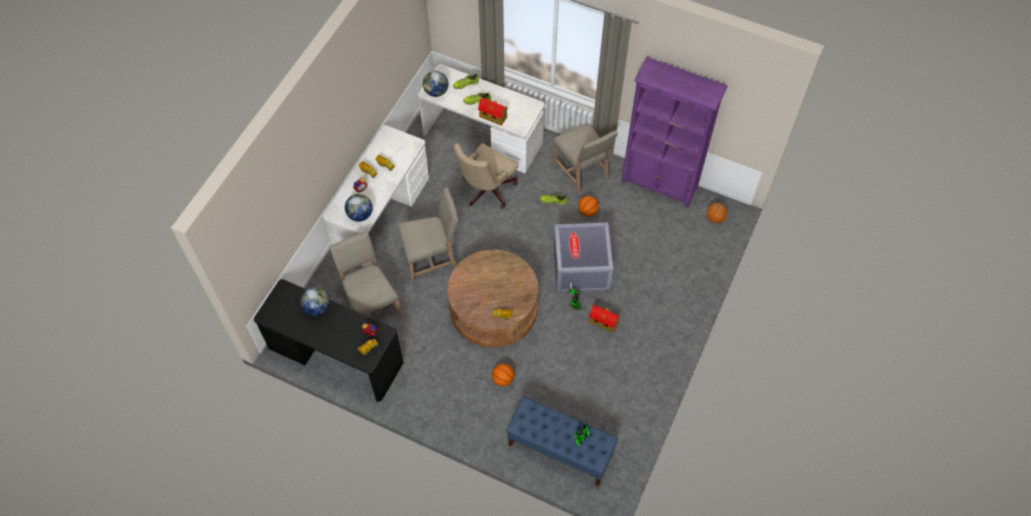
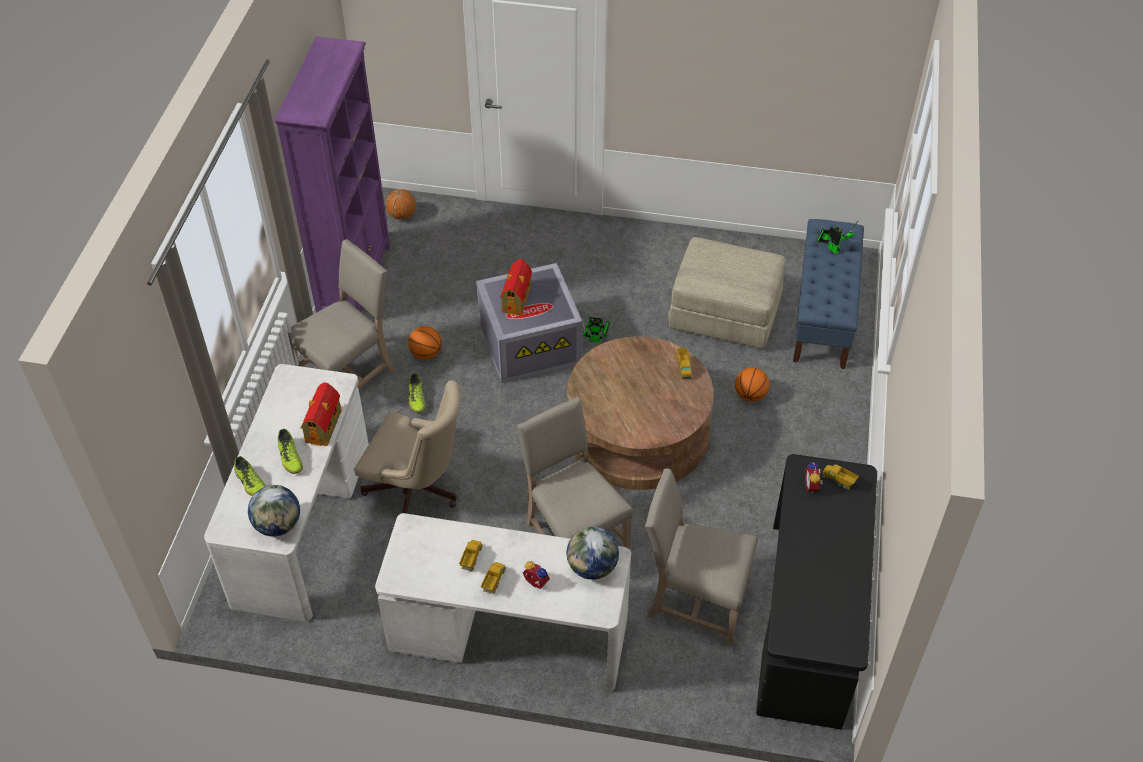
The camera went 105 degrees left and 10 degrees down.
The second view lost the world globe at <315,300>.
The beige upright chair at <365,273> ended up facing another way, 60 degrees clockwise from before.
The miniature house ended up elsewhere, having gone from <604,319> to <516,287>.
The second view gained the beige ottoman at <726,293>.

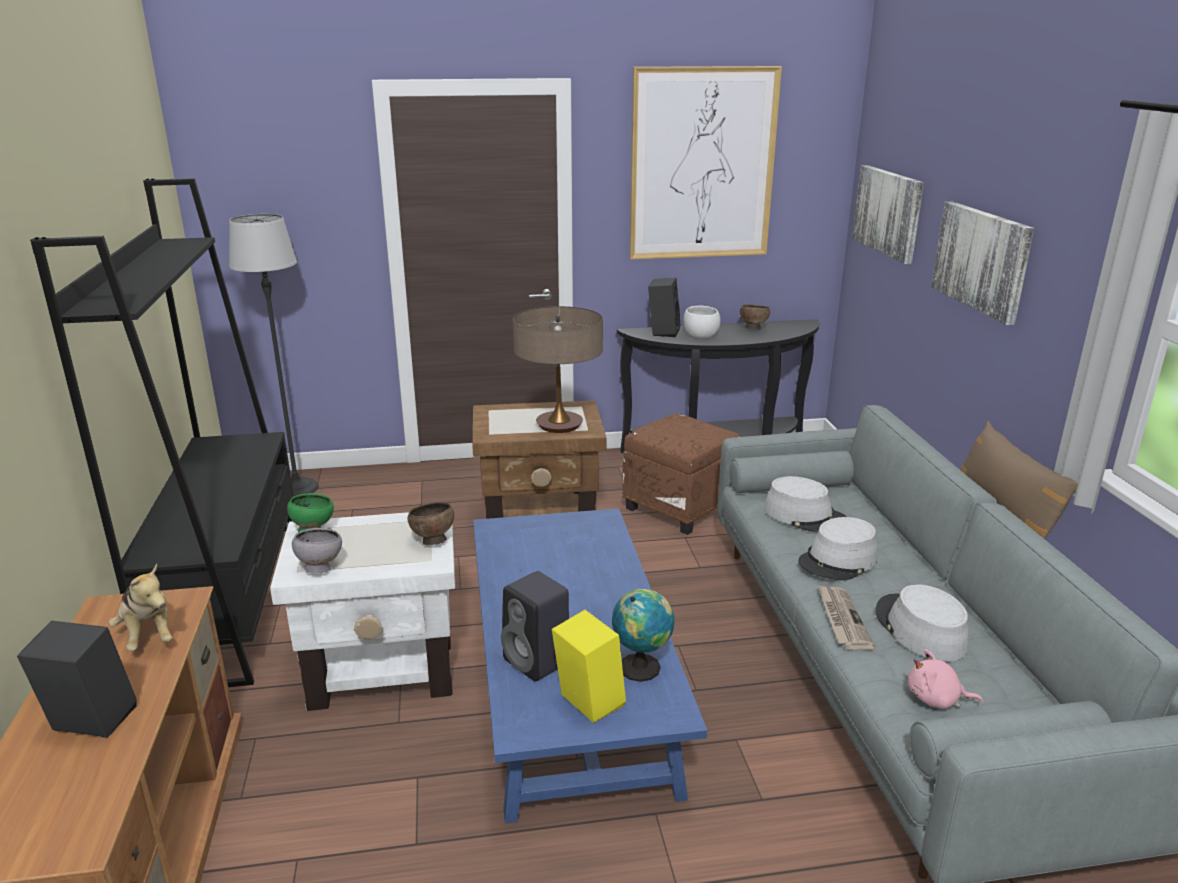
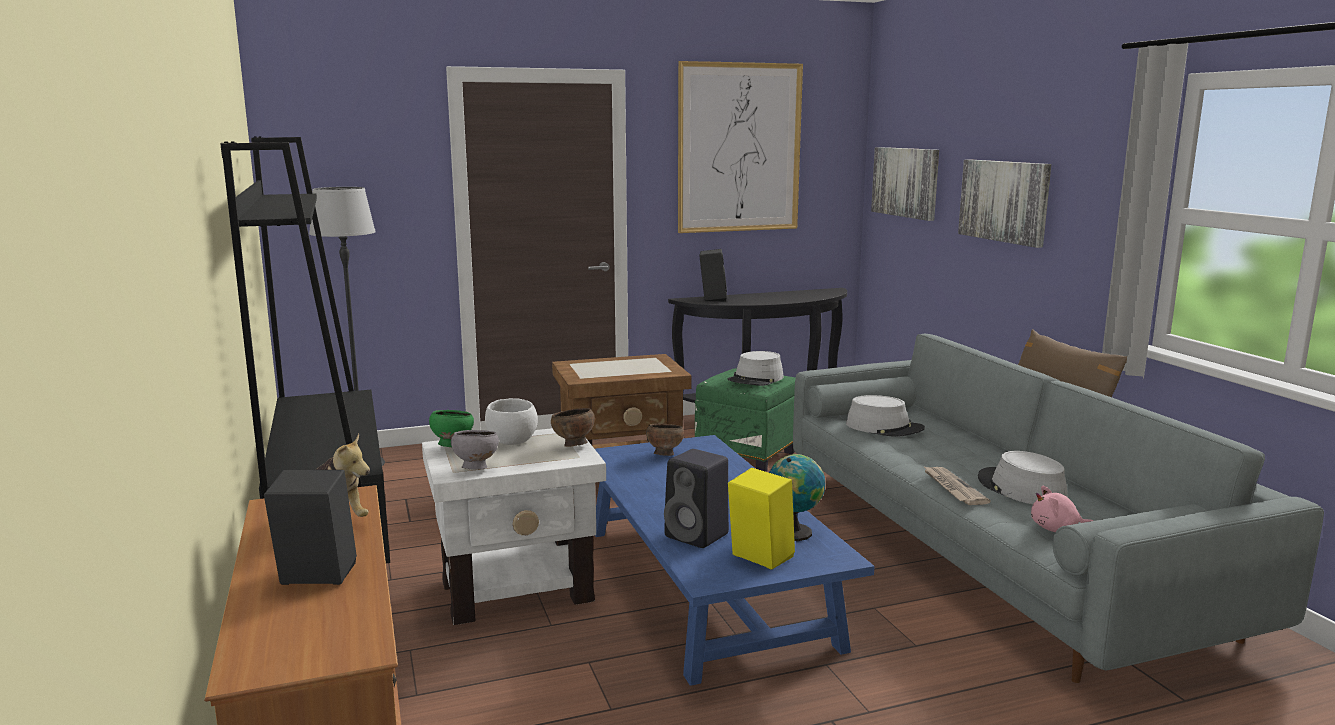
The camera went 10 degrees left and 10 degrees down.
The second view lost the tabletop lamp at <558,369>.
What was the brown ottoman at <681,474> turned into the green-coloured ottoman at <745,420>.
The whitish bowl ended up elsewhere, having gone from <702,321> to <511,421>.
The brown bowl ended up elsewhere, having gone from <755,317> to <665,439>.
The gray clothing hat ended up elsewhere, having gone from <838,548> to <755,368>.

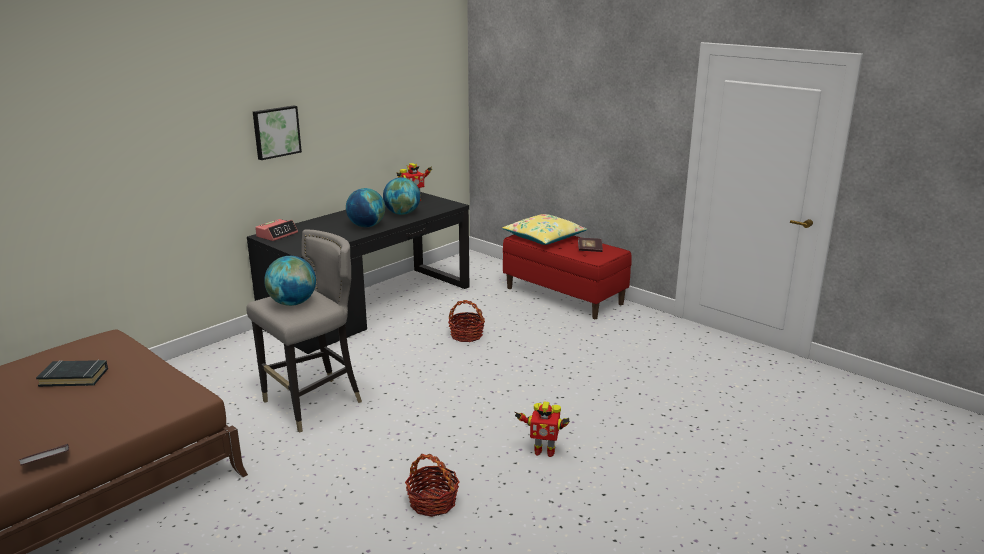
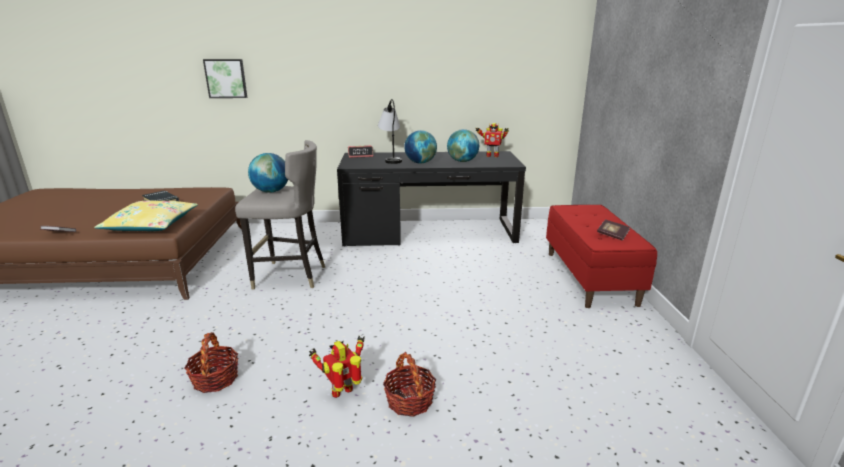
The camera went 45 degrees right and 0 degrees up.
The wall art ended up elsewhere, having gone from <277,133> to <225,78>.
The basket ended up elsewhere, having gone from <466,321> to <409,384>.
The yellowish cushion ended up elsewhere, having gone from <544,229> to <146,216>.
The model robot at <542,429> ended up facing another way, 90 degrees clockwise from before.
The second view gained the tabletop lamp at <390,131>.

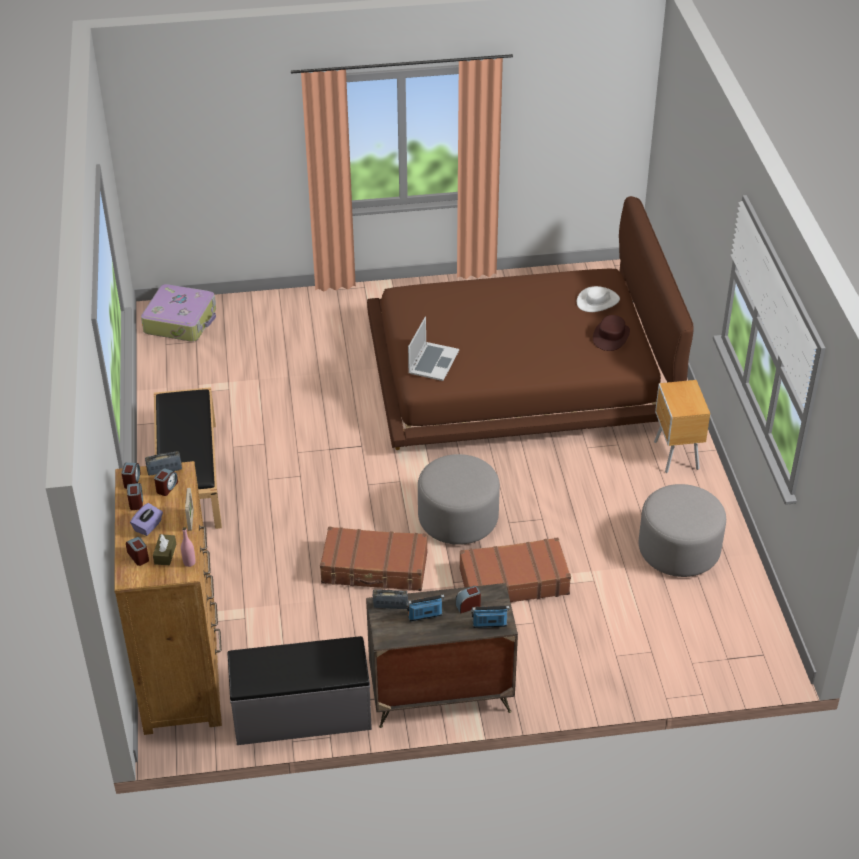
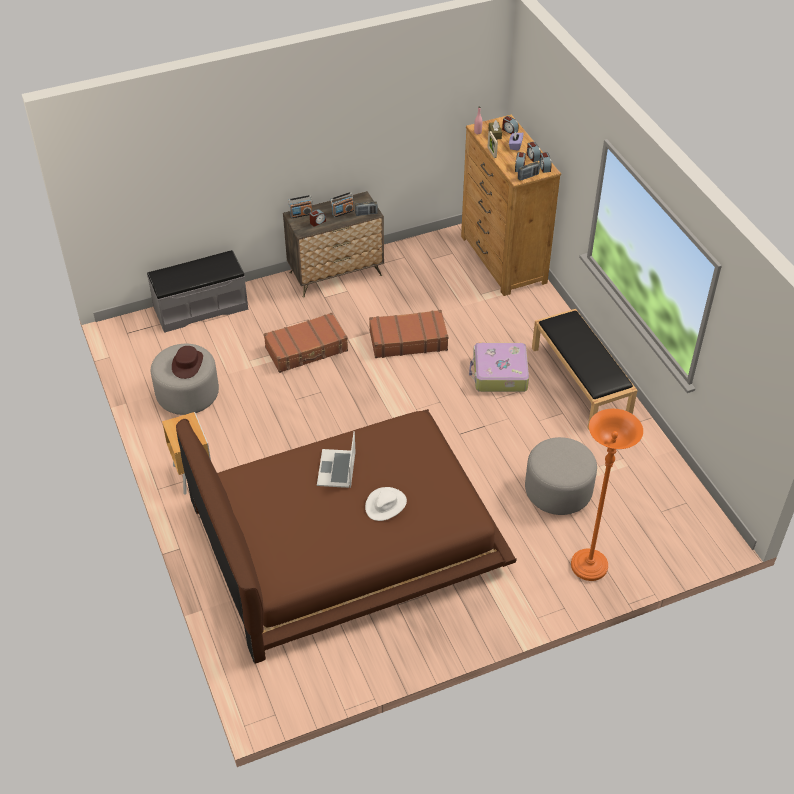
The camera went 165 degrees right and 5 degrees up.
The piece of luggage ended up elsewhere, having gone from <178,313> to <499,367>.
The gray indoor bench ended up elsewhere, having gone from <299,690> to <197,291>.
The portable computer ended up elsewhere, having gone from <433,348> to <336,459>.
The gray ottoman ended up elsewhere, having gone from <459,499> to <561,476>.
The whitish clothing hat ended up elsewhere, having gone from <598,299> to <386,504>.
The brown clothing hat ended up elsewhere, having gone from <611,333> to <187,362>.
The second view gained the orangey standard lamp at <607,495>.

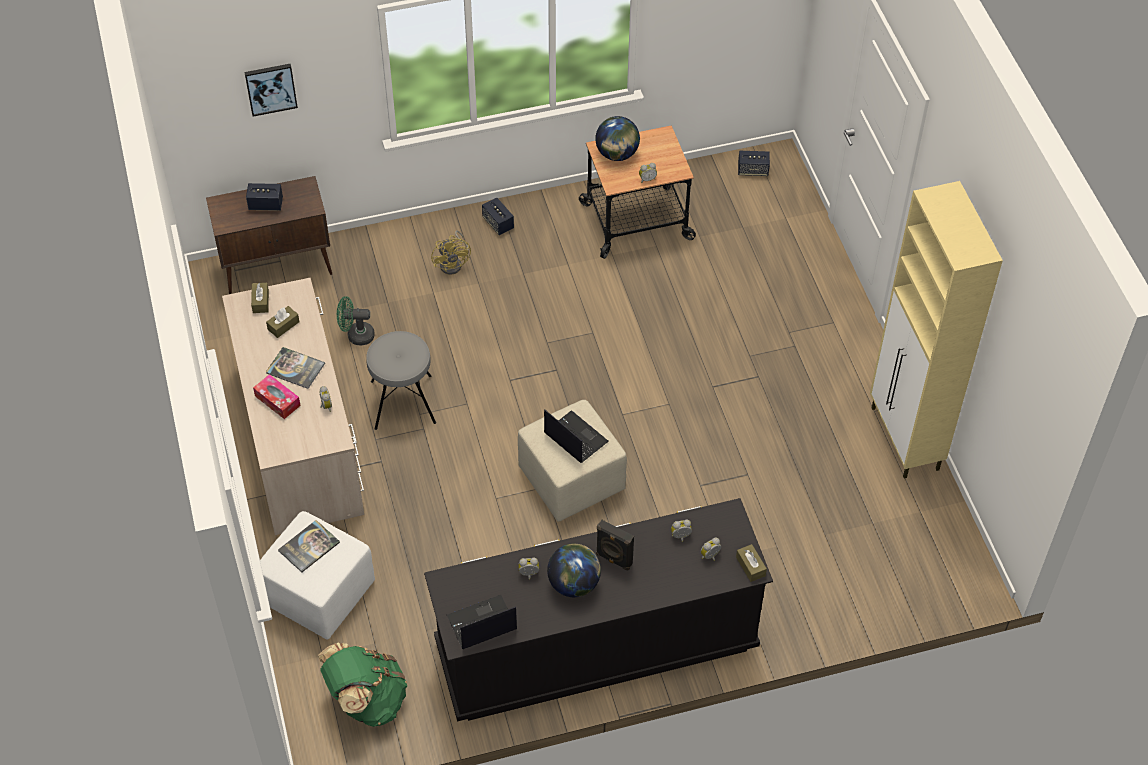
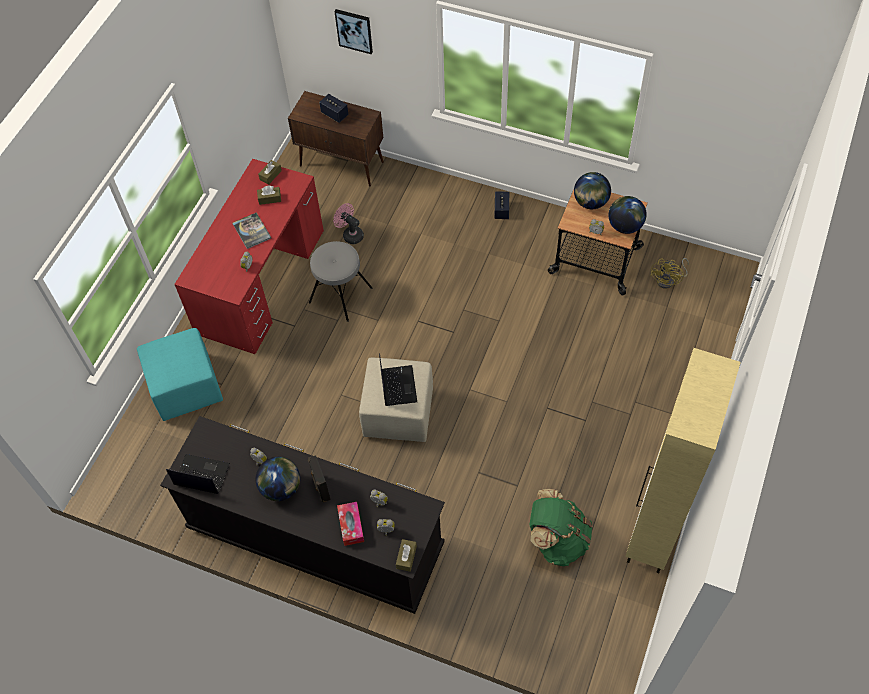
The camera went 40 degrees right and 5 degrees up.
What was the beige desk at <293,406> turned into the reddish desk at <249,256>.
The tissue holder ended up elsewhere, having gone from <277,396> to <350,524>.
What was the whitish ottoman at <317,575> turned into the turquoise-coloured ottoman at <180,374>.
The second view lost the book at <309,546>.
The green-coloured knapsack ended up elsewhere, having gone from <362,684> to <561,527>.
What was the green-coloured fan at <356,320> turned into the pinkish fan at <348,223>.
The yellowish fan ended up elsewhere, having gone from <451,253> to <669,273>.
The second view lost the audio speaker at <754,163>.
The second view gained the world globe at <627,215>.

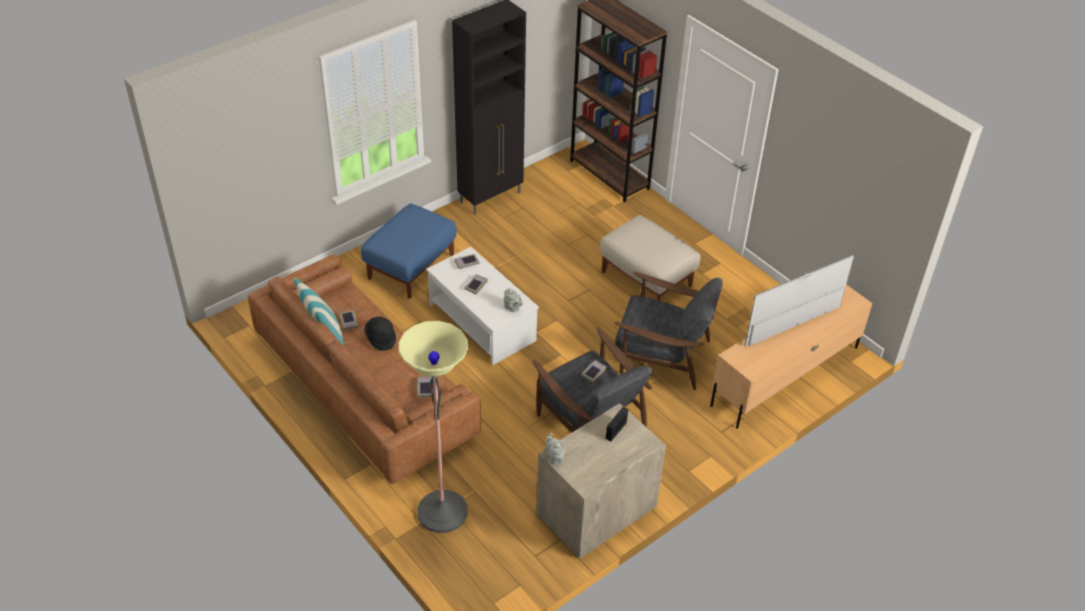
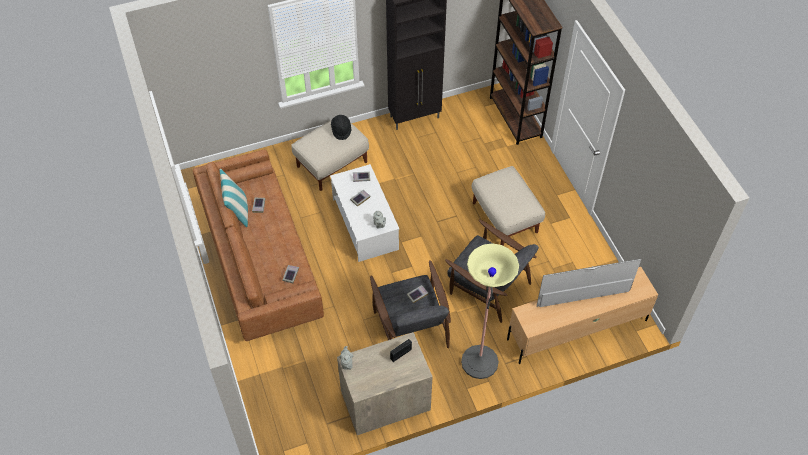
The camera went 20 degrees right and 10 degrees up.
What was the blue ottoman at <409,251> turned into the beige ottoman at <330,156>.
The black clothing hat ended up elsewhere, having gone from <380,333> to <341,127>.
The standard lamp ended up elsewhere, having gone from <433,427> to <490,311>.

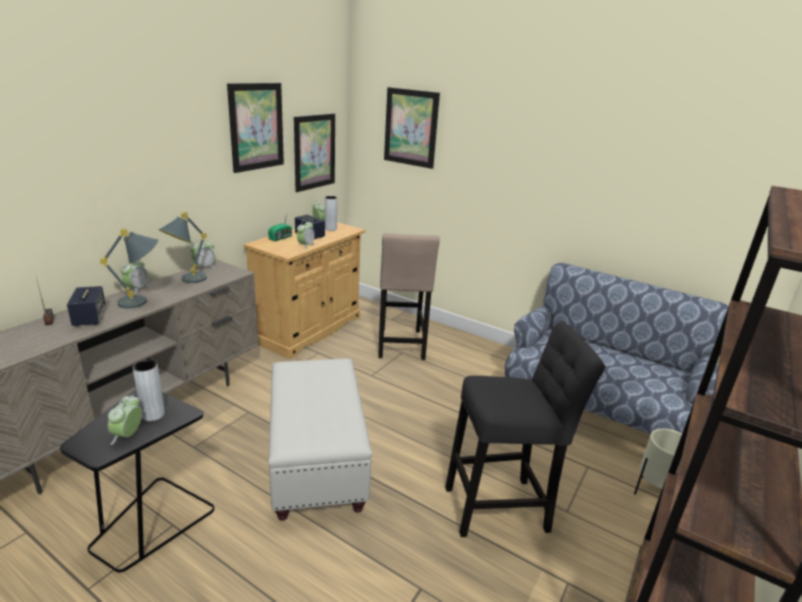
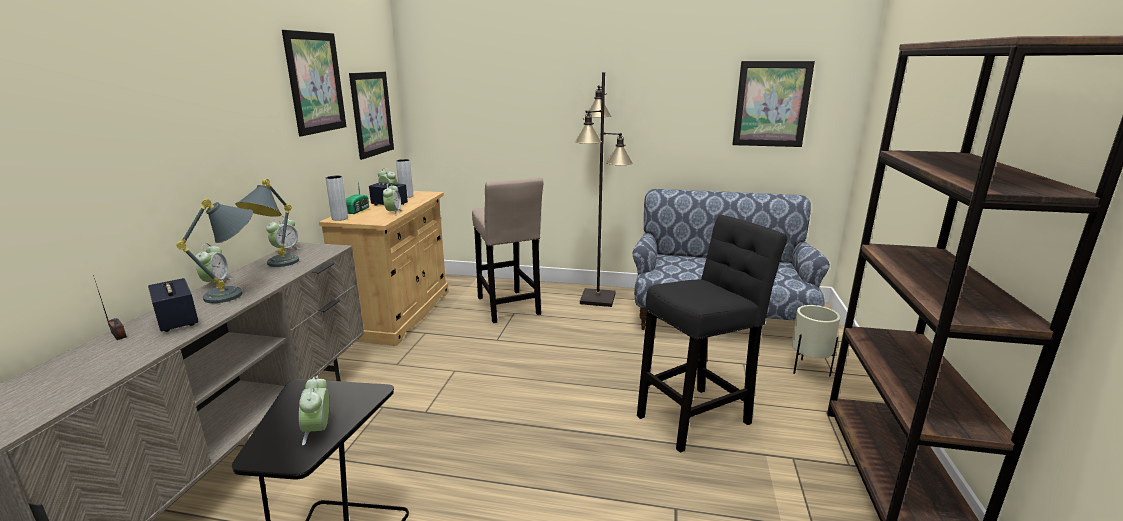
The camera went 20 degrees left and 5 degrees down.
The gray decorative vase ended up elsewhere, having gone from <149,390> to <336,198>.
The second view lost the whitish ottoman at <320,439>.
The wall art ended up elsewhere, having gone from <412,128> to <773,104>.
The second view gained the black standard lamp at <603,189>.

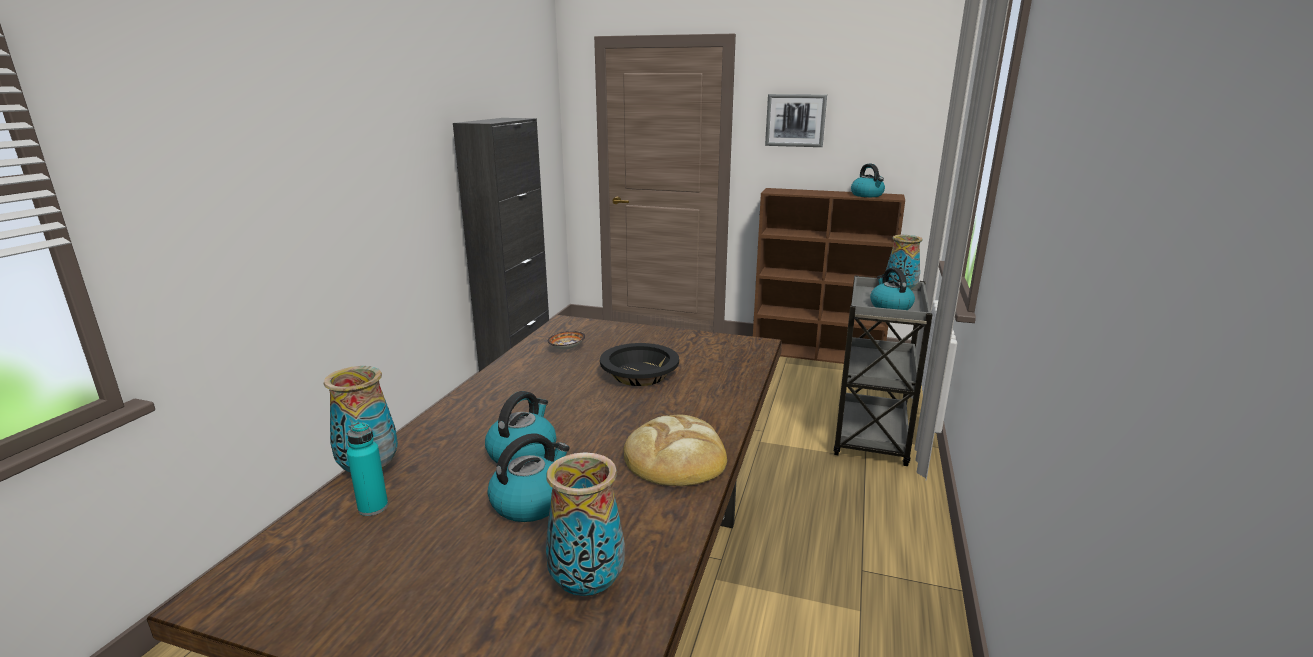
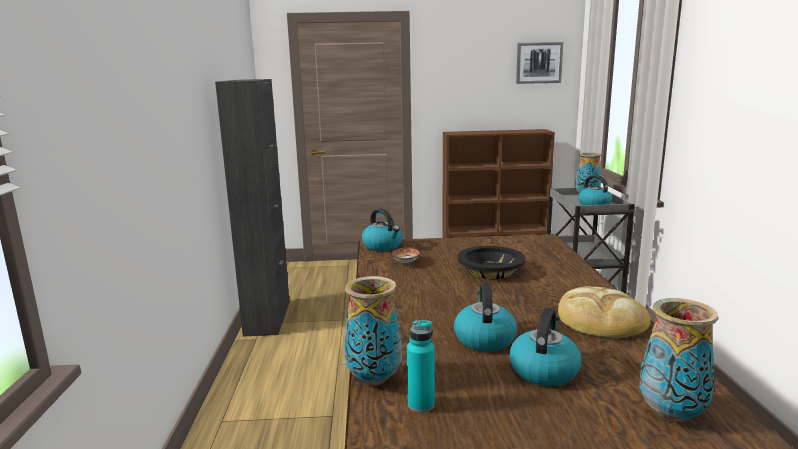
The camera went 20 degrees left and 5 degrees down.
The wall art ended up elsewhere, having gone from <796,120> to <540,63>.
The tea kettle ended up elsewhere, having gone from <868,180> to <382,229>.

